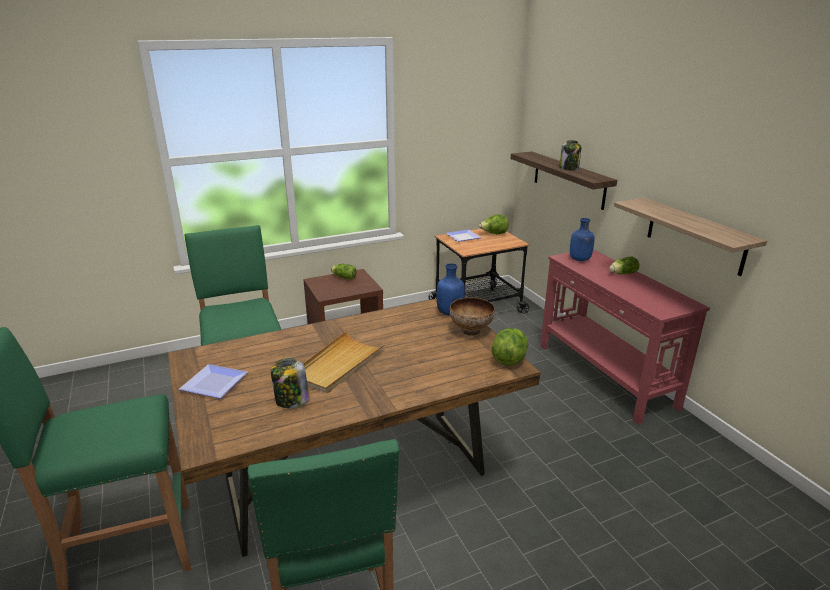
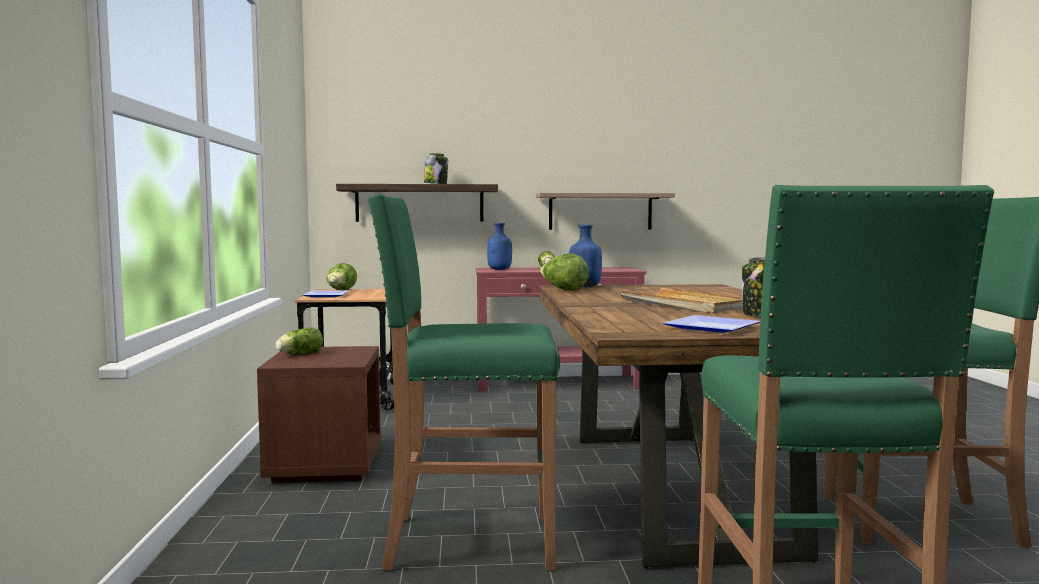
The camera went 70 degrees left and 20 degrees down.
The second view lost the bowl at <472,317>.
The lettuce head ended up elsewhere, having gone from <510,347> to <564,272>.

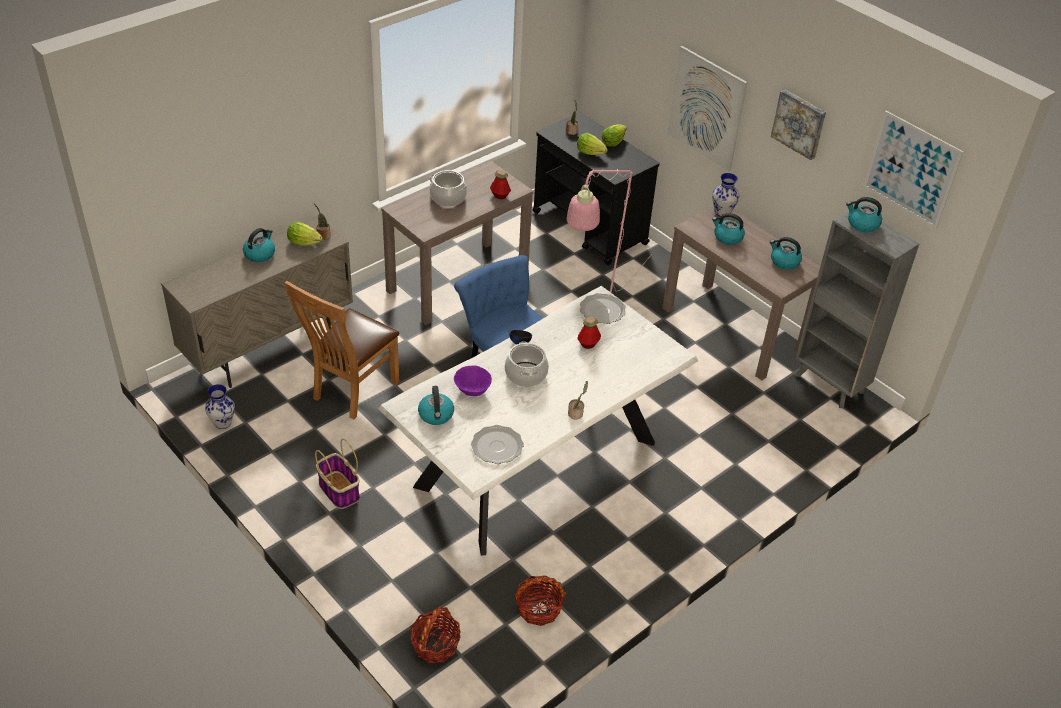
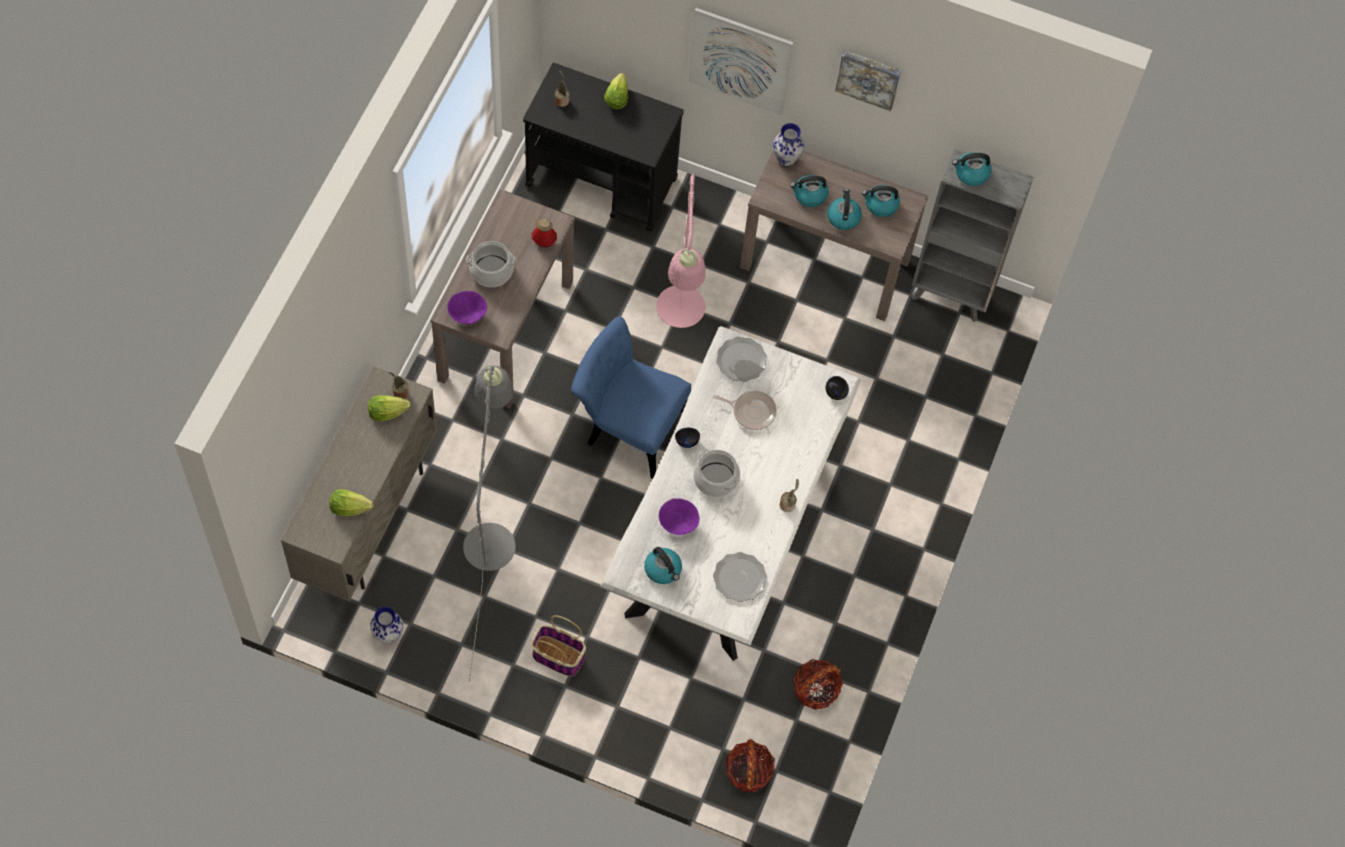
The camera went 30 degrees left and 20 degrees up.
The tea kettle ended up elsewhere, having gone from <259,245> to <844,209>.
Where the brown upright chair stood at <342,350>, the gray standard lamp came to stand at <489,523>.
The lettuce head ended up elsewhere, having gone from <592,144> to <351,502>.
Where the drink bottle stood at <589,333>, the skillet came to stand at <745,410>.
The second view lost the wall art at <913,170>.
The second view gained the purplish bowl at <467,307>.
The second view gained the black bowl at <837,388>.

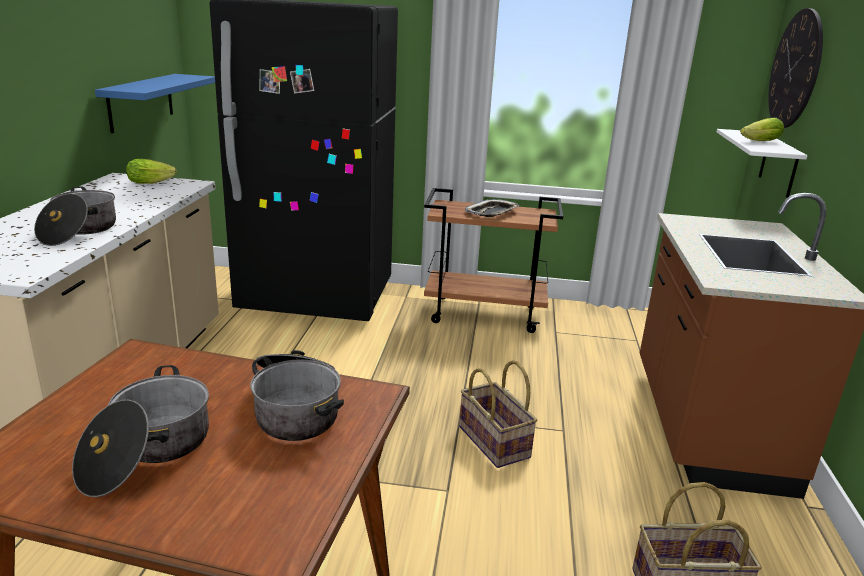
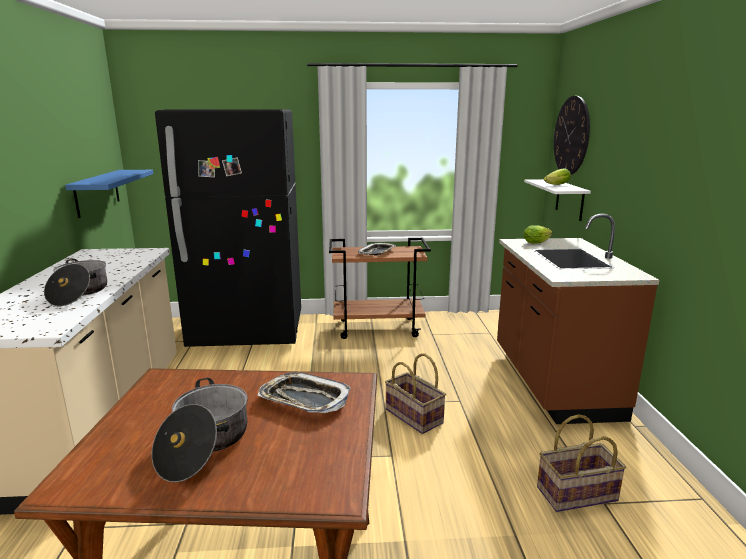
The camera went 10 degrees left and 5 degrees down.
The lettuce head ended up elsewhere, having gone from <151,171> to <538,234>.
Where the cooking pot stood at <297,395>, the tray came to stand at <304,392>.

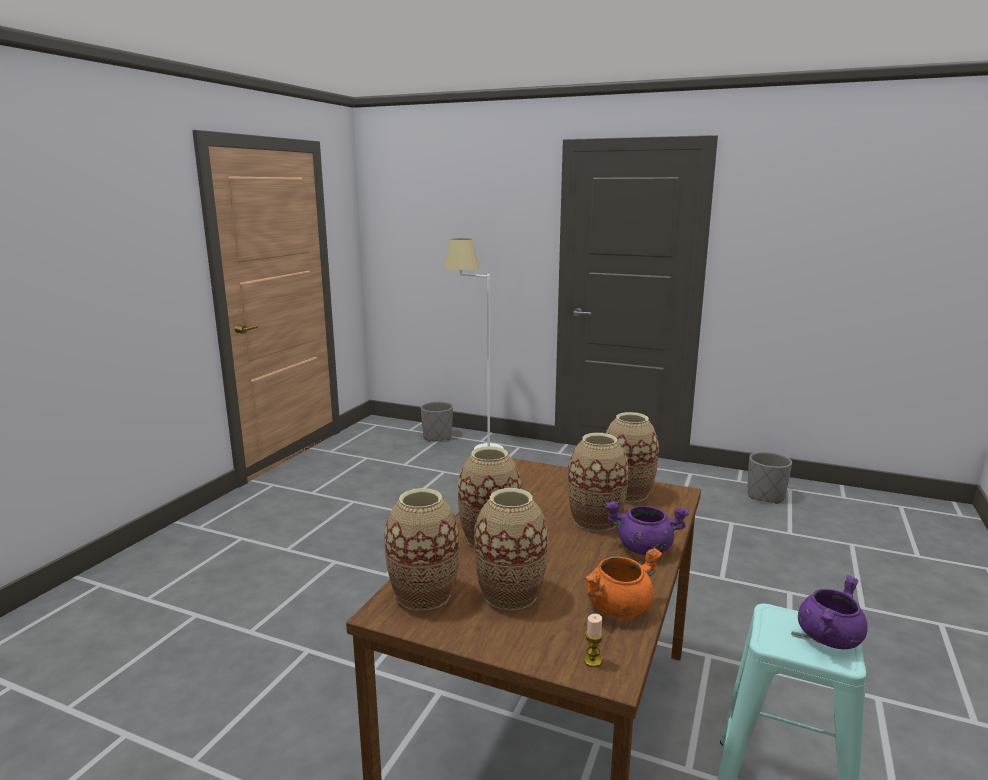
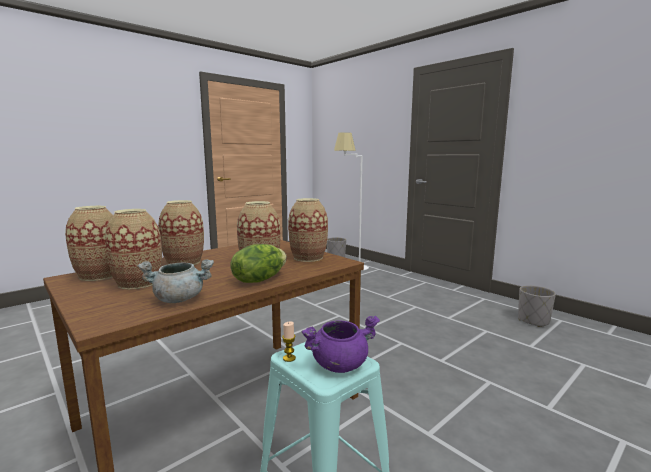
The camera went 25 degrees right and 5 degrees down.
The wax candle ended up elsewhere, having gone from <593,640> to <289,342>.
What was the orangey cooking pot at <623,583> turned into the gray cooking pot at <176,281>.
Where the purplish cooking pot stood at <647,528>, the lettuce head came to stand at <258,263>.

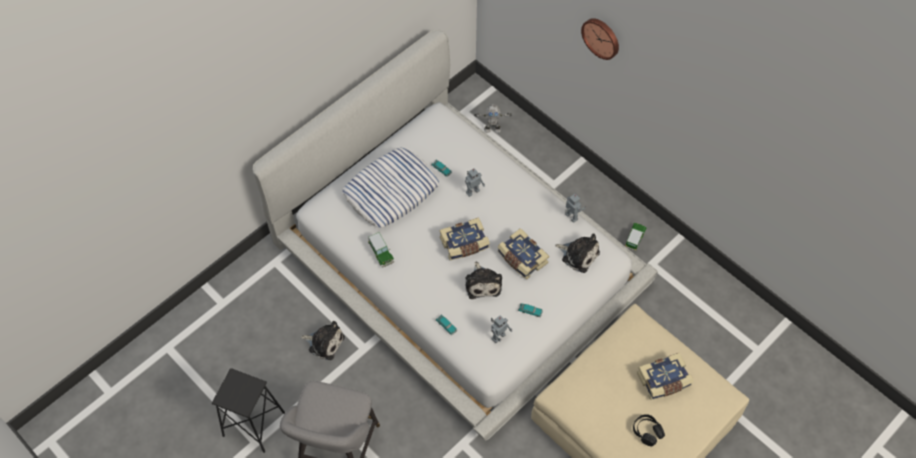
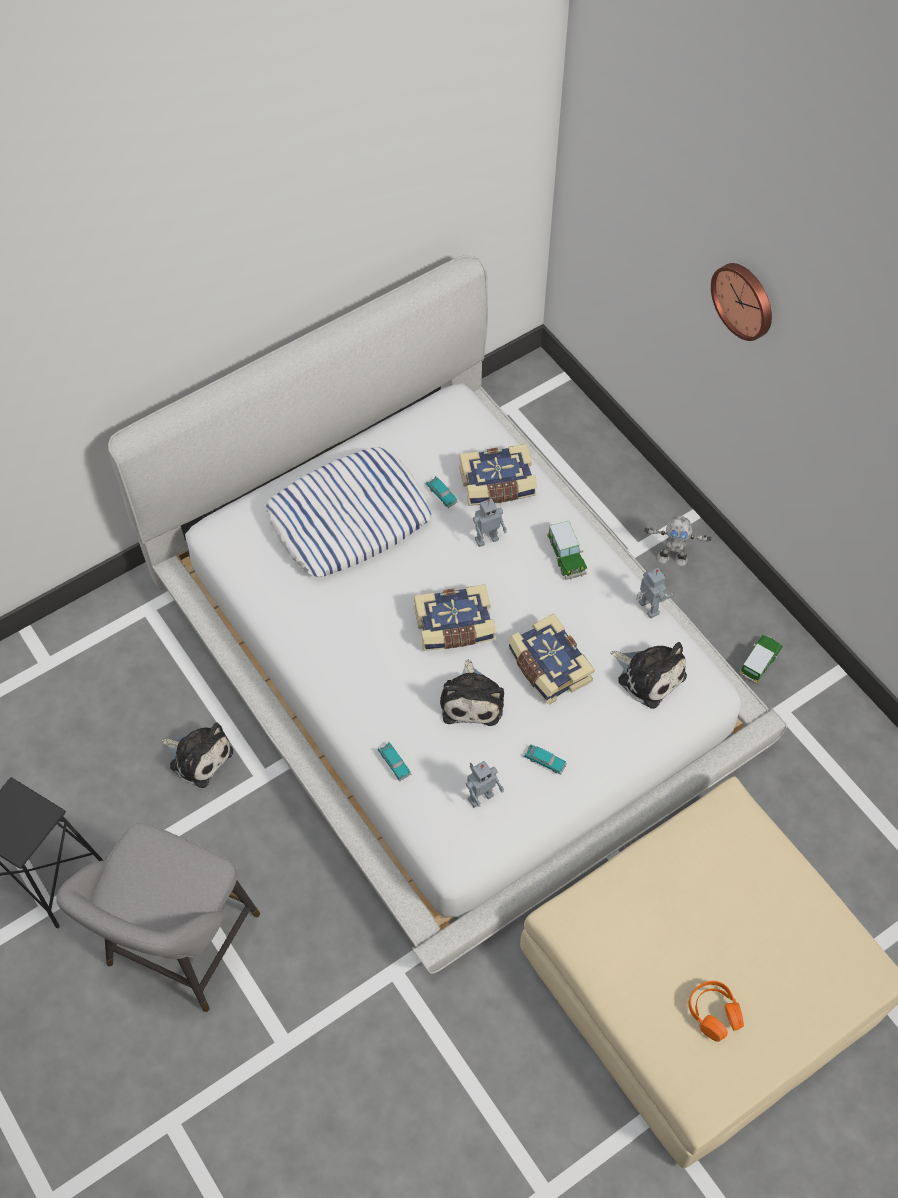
The camera went 10 degrees right and 0 degrees up.
The miniature car ended up elsewhere, having gone from <381,250> to <567,550>.
The model robot ended up elsewhere, having gone from <493,118> to <678,541>.
What was the black headset at <649,430> turned into the orangey headset at <716,1011>.
The book ended up elsewhere, having gone from <665,376> to <498,475>.

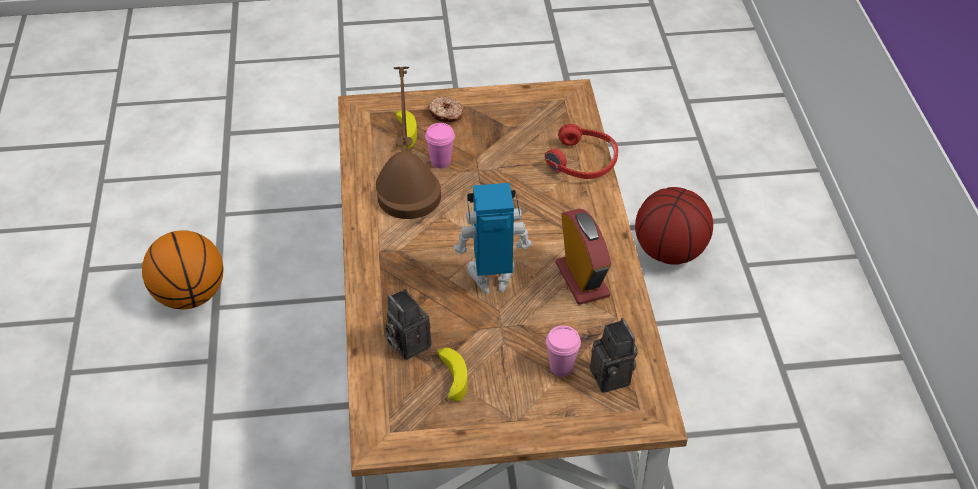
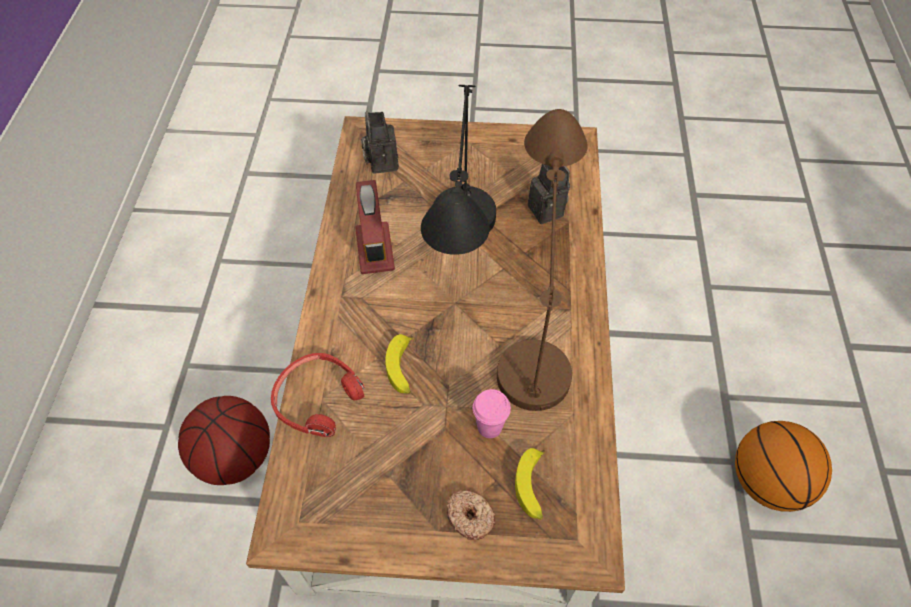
The camera went 170 degrees left and 10 degrees up.
The whole banana ended up elsewhere, having gone from <452,375> to <399,364>.
Where the model robot stood at <493,238>, the black tabletop lamp came to stand at <458,170>.
The second view lost the pinkish drinking cup at <563,351>.

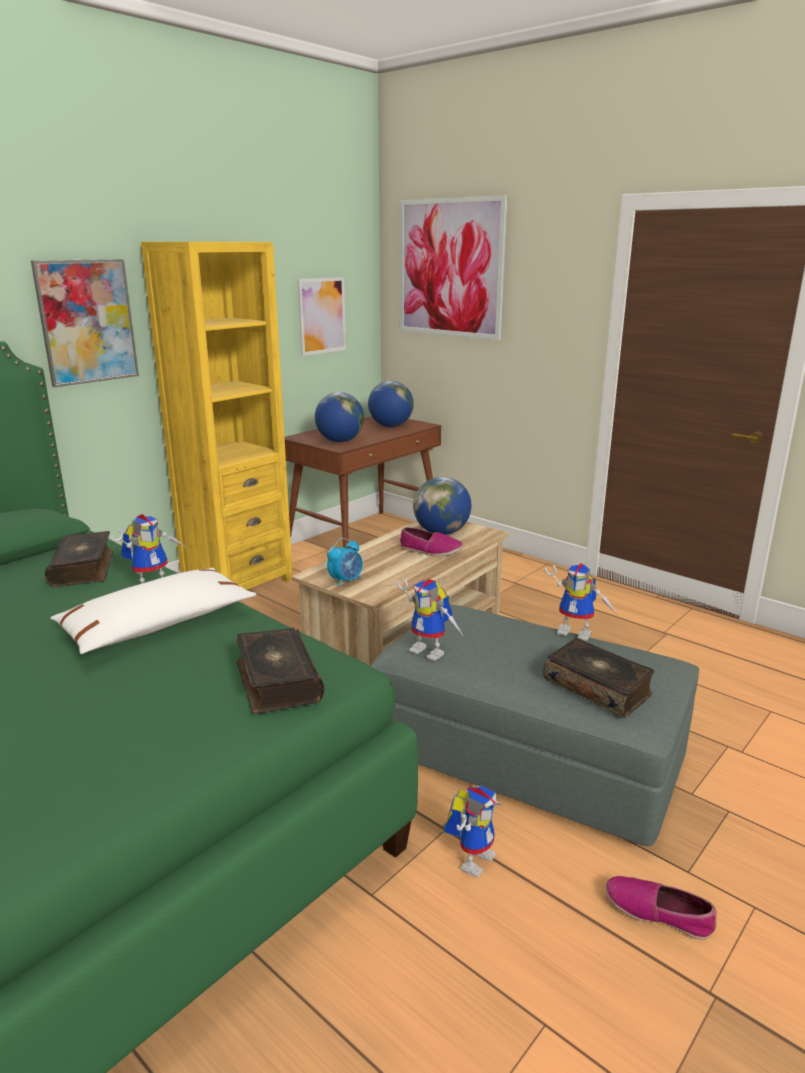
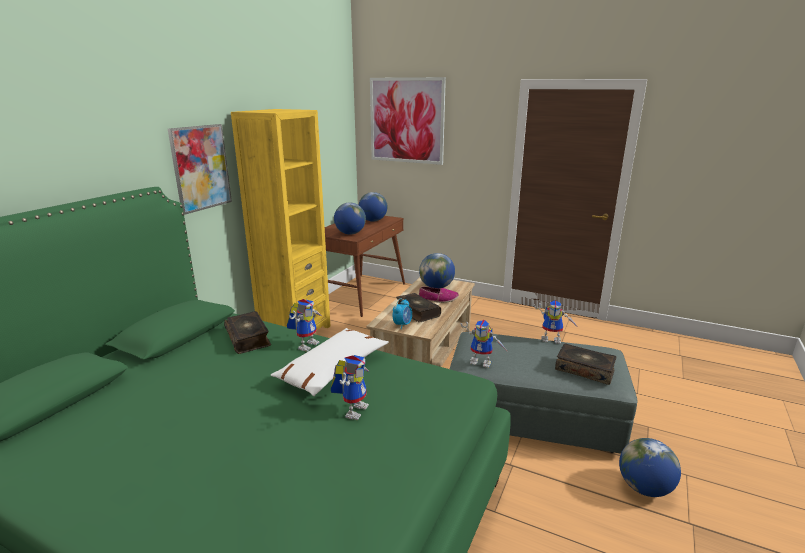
The camera went 15 degrees left and 0 degrees up.
The book ended up elsewhere, having gone from <280,671> to <418,308>.
The second view lost the wall art at <322,316>.
The model robot ended up elsewhere, having gone from <473,832> to <350,387>.
Where the shoe stood at <661,908>, the world globe came to stand at <650,467>.

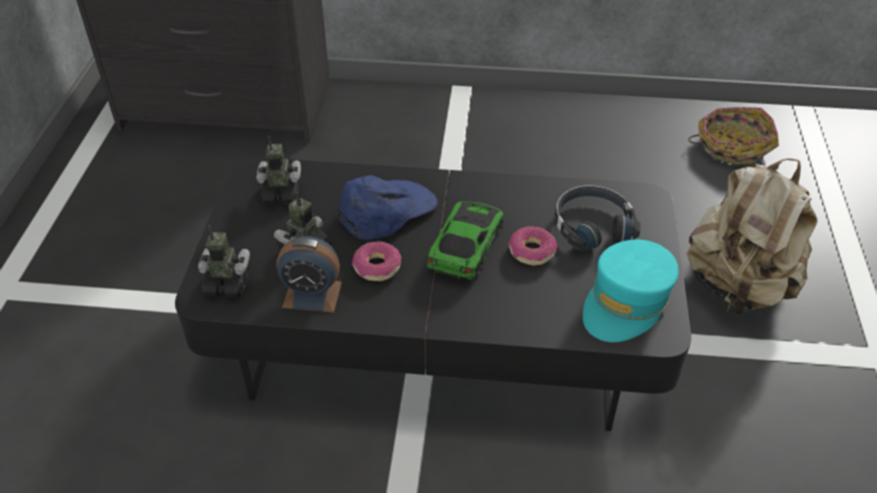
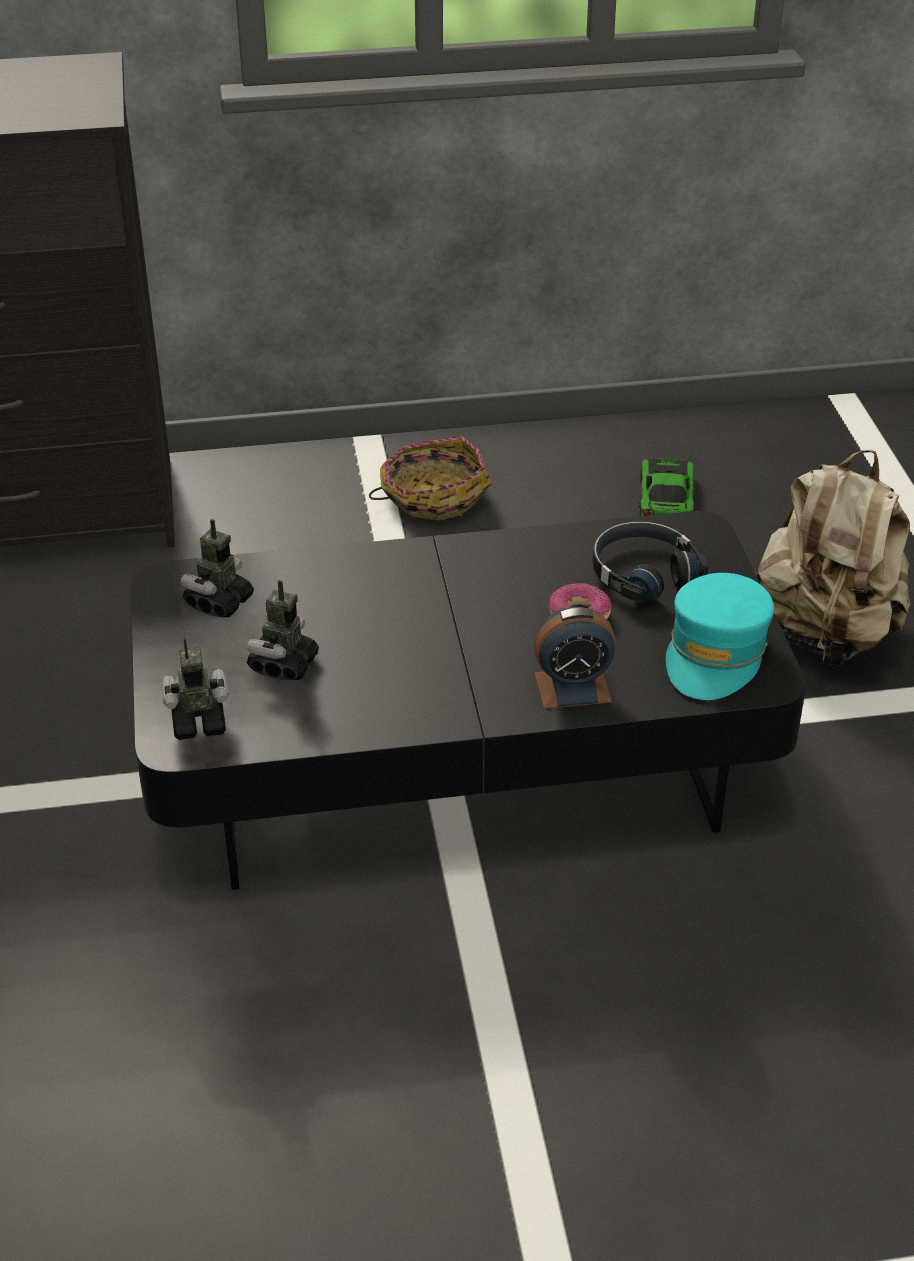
The camera went 15 degrees left and 5 degrees down.
The model robot at <278,169> ended up facing another way, 45 degrees counterclockwise from before.
The table clock ended up elsewhere, having gone from <309,274> to <575,658>.
The second view lost the blue peaked cap at <388,207>.
The second view lost the doughnut at <377,261>.
The miniature car ended up elsewhere, having gone from <466,240> to <666,487>.
The basket ended up elsewhere, having gone from <733,136> to <430,478>.

